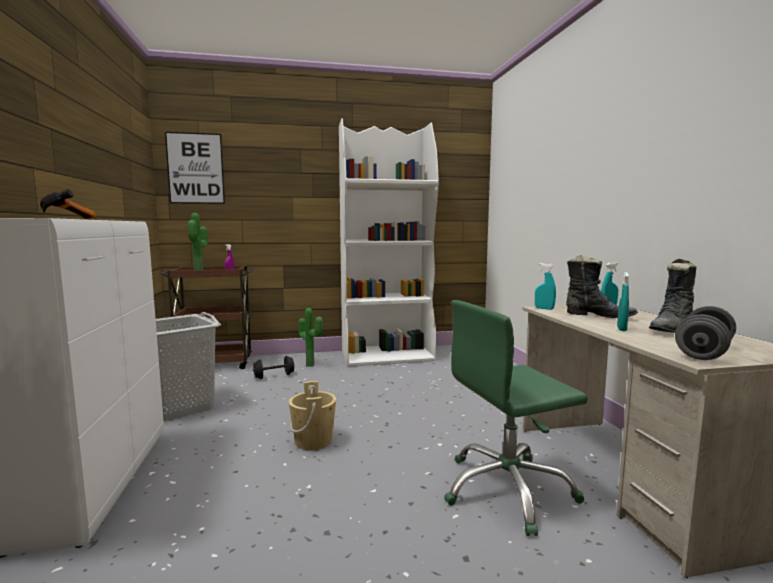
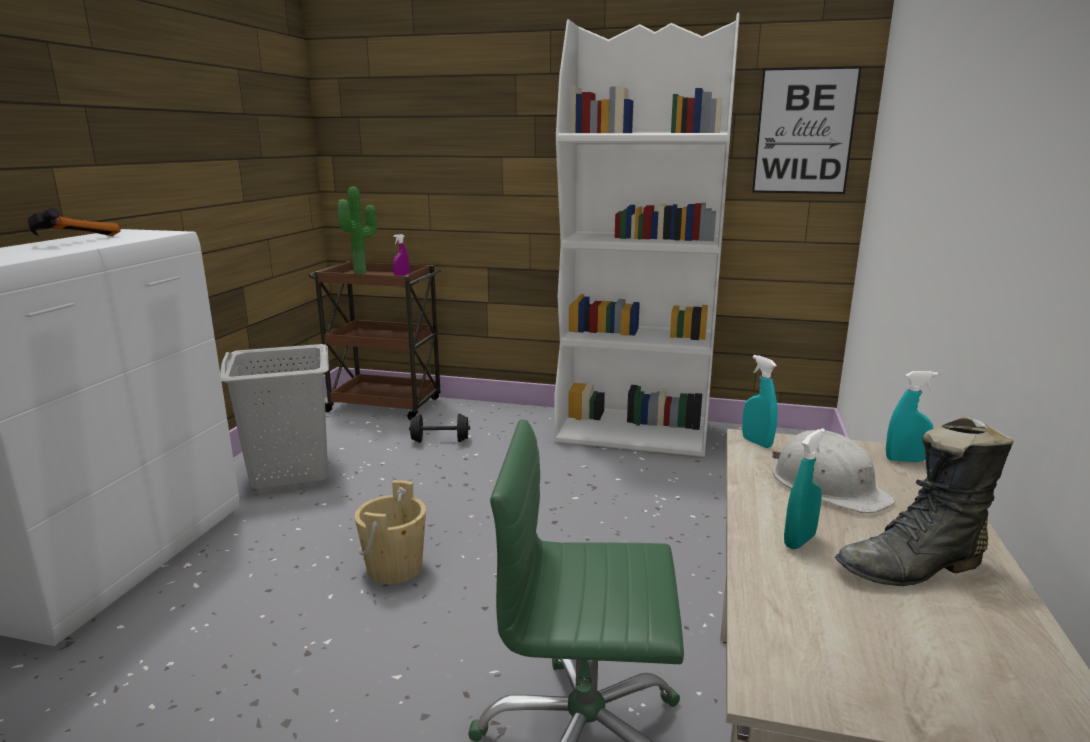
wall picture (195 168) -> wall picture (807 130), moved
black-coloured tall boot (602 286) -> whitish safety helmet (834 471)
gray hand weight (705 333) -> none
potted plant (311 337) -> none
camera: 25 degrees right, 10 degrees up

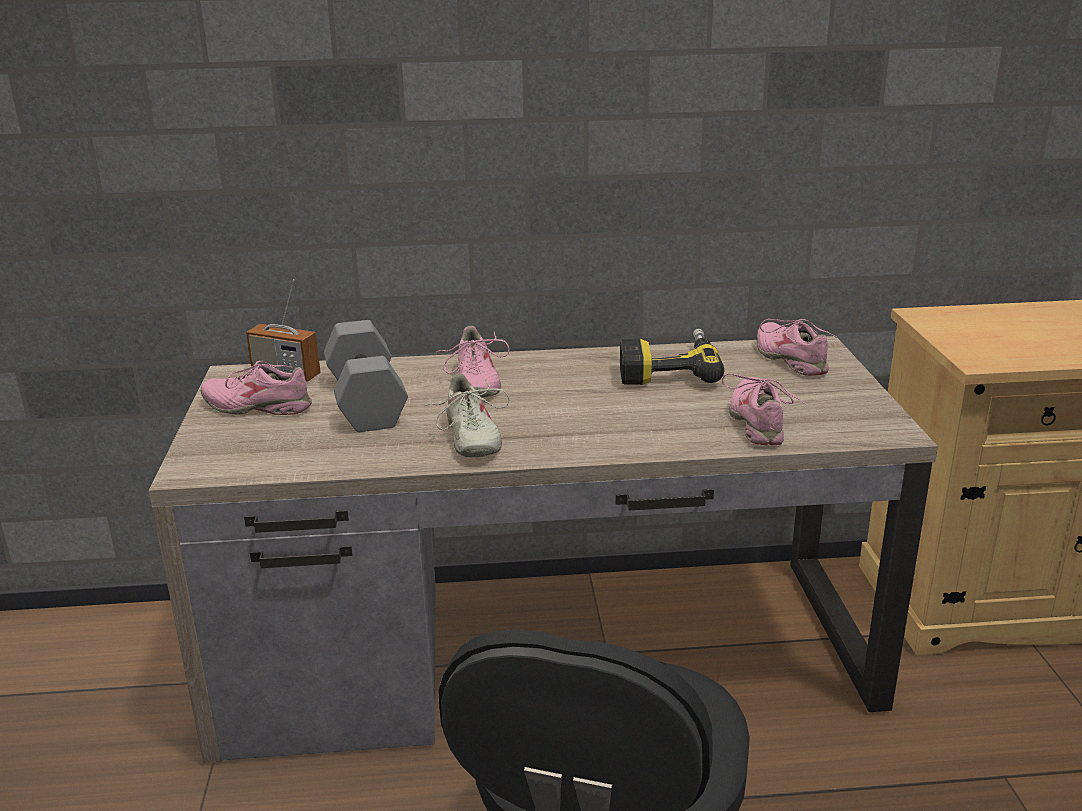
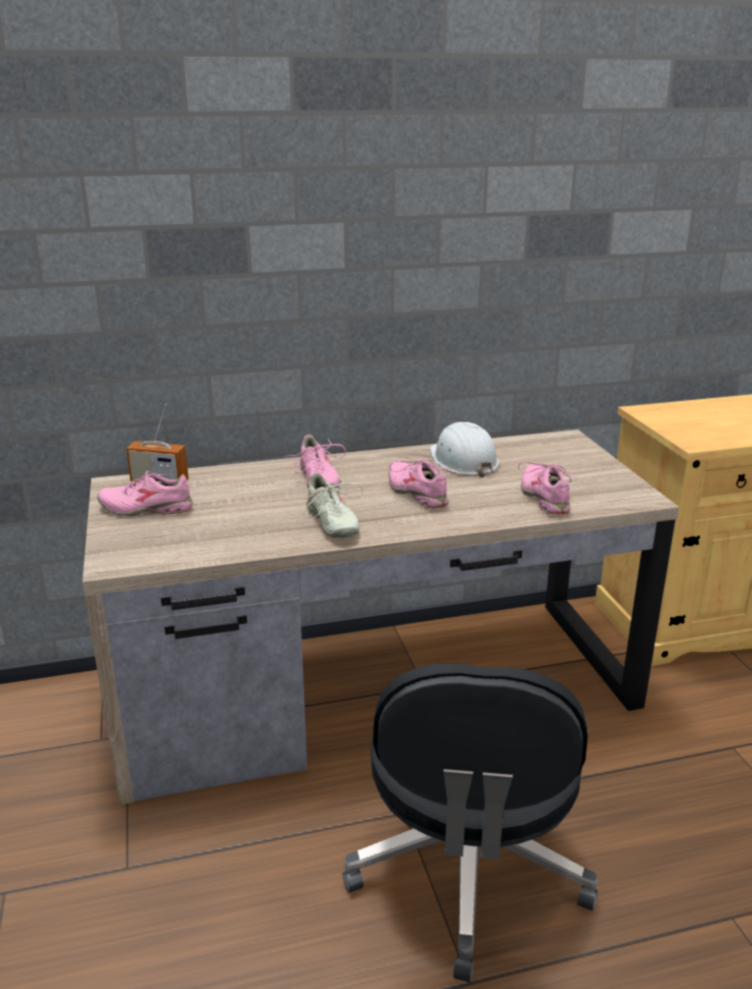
pink-coloured item of footwear (797 347) -> pink-coloured item of footwear (421 483), moved
gray hand weight (366 376) -> none
electric drill (672 356) -> whitish safety helmet (464 449)
camera: 10 degrees left, 0 degrees up

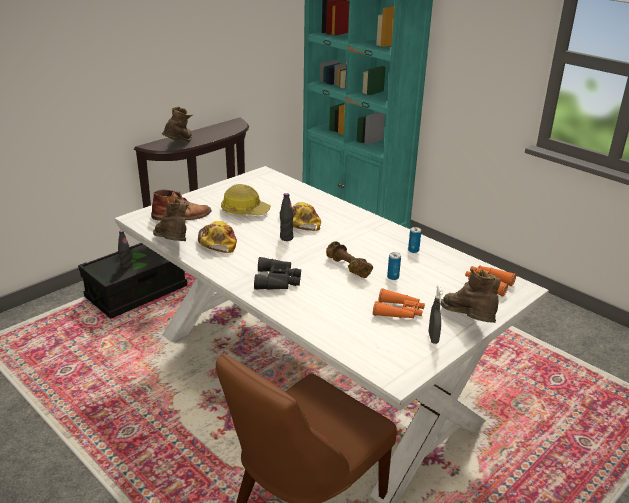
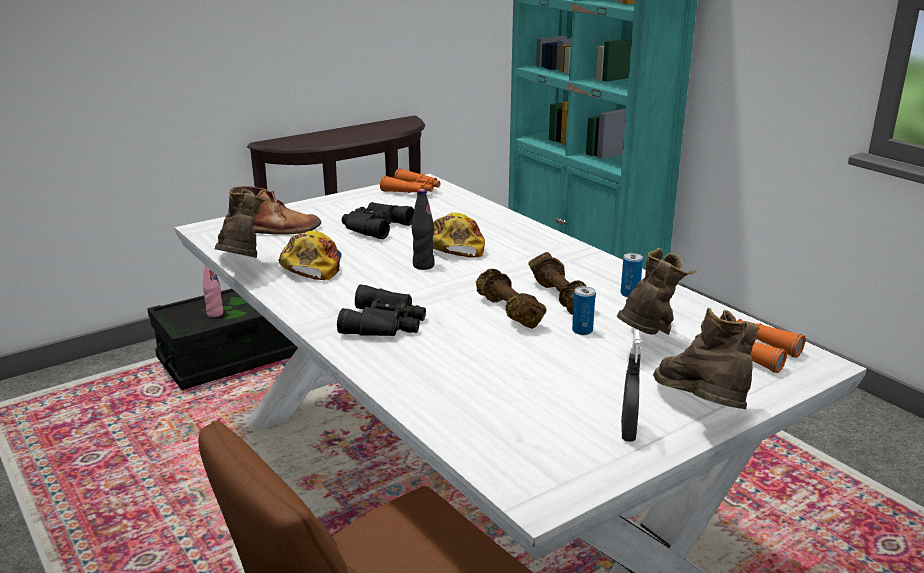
brown tall boot (177 124) -> brown tall boot (656 291), moved
safety helmet (246 199) -> black-coloured pair of binoculars (378 220)
black-coloured beverage bottle (125 249) -> pink-coloured beverage bottle (213 291)
orange pair of binoculars (399 303) -> orange pair of binoculars (410 181), moved
none -> brown hand weight (562 283)
camera: 10 degrees right, 5 degrees down

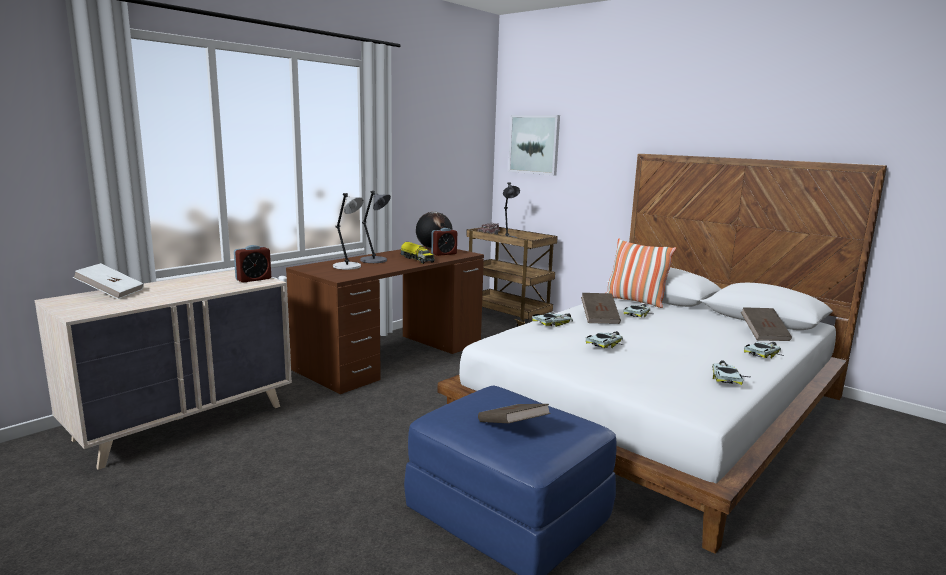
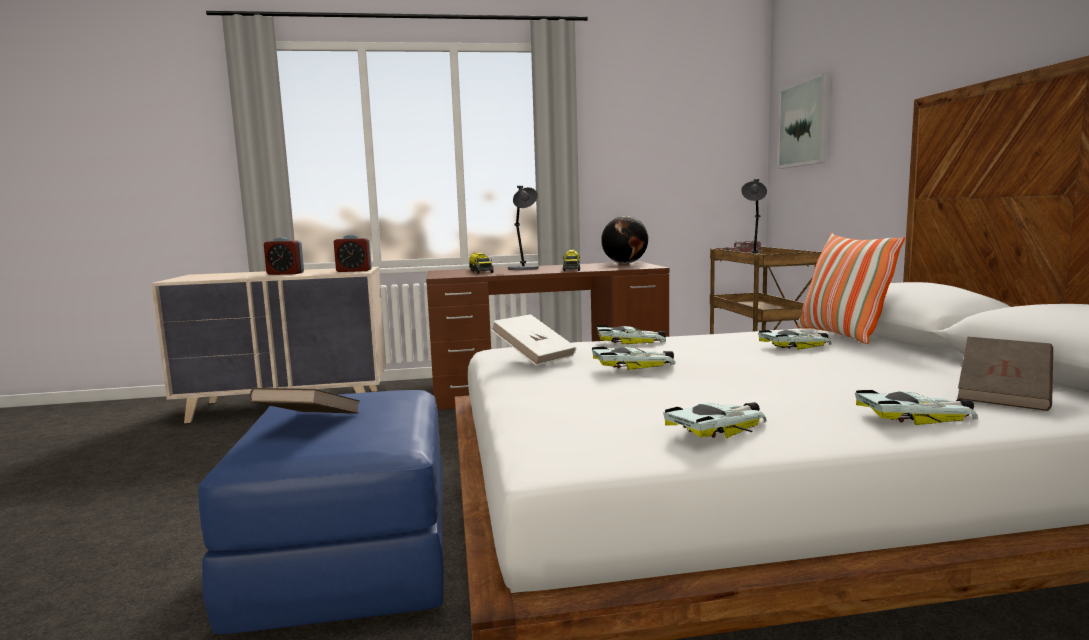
gray table lamp (348 231) -> toy lorry (481 263)
alarm clock (444 242) -> alarm clock (284 256), moved
whitish bound book (108 281) -> whitish bound book (533 339), moved
brown bound book (601 308) -> none
camera: 40 degrees right, 5 degrees down

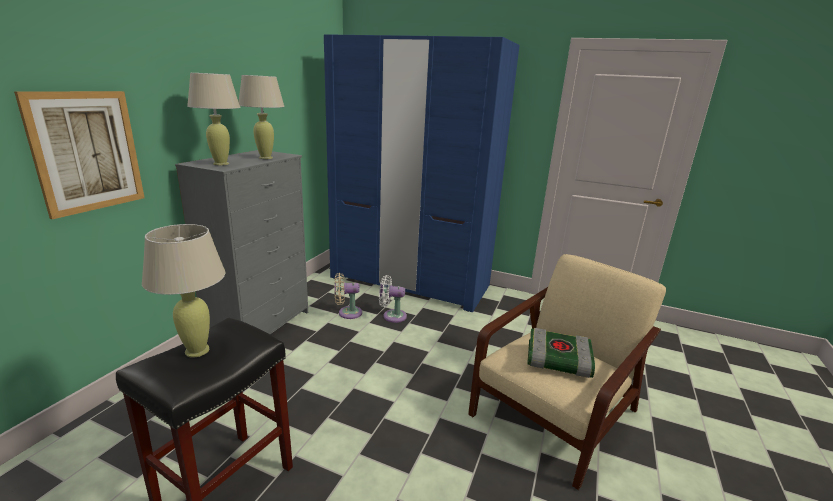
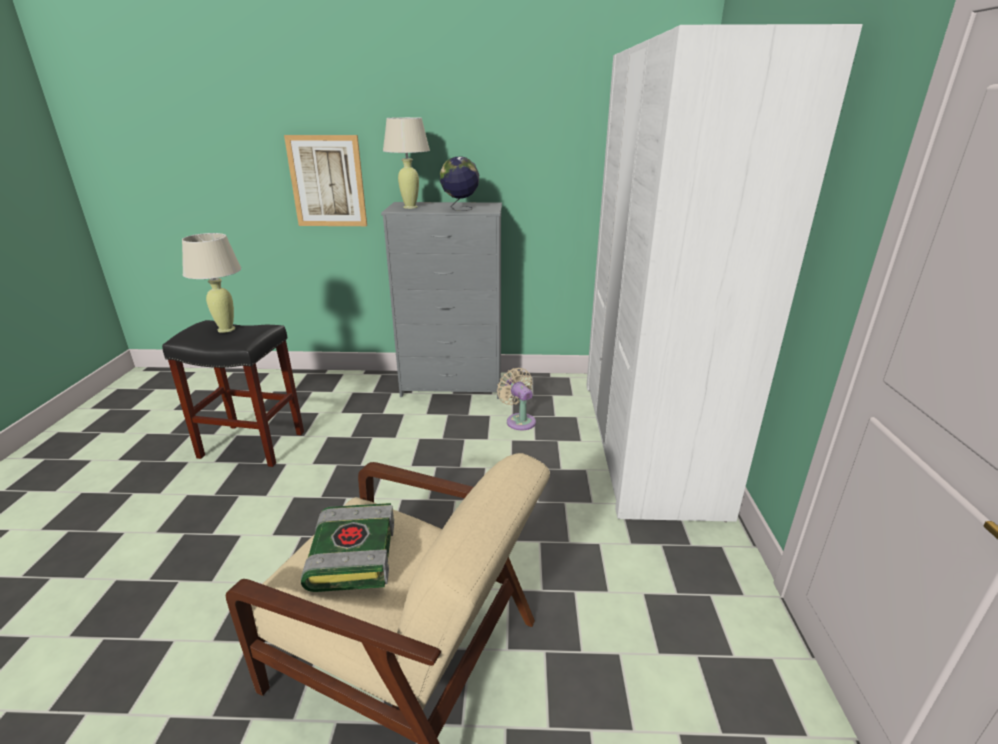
blue-coloured wardrobe (422 173) -> whitish wardrobe (724 273)
sand-coloured table lamp (262 117) -> globe (459 184)
whitish electric fan (393 299) -> none
camera: 70 degrees right, 5 degrees up

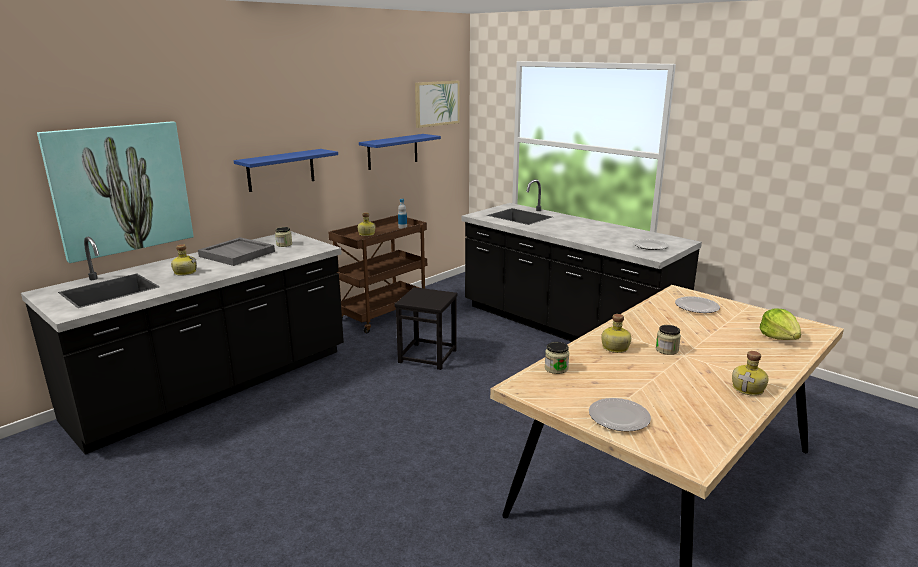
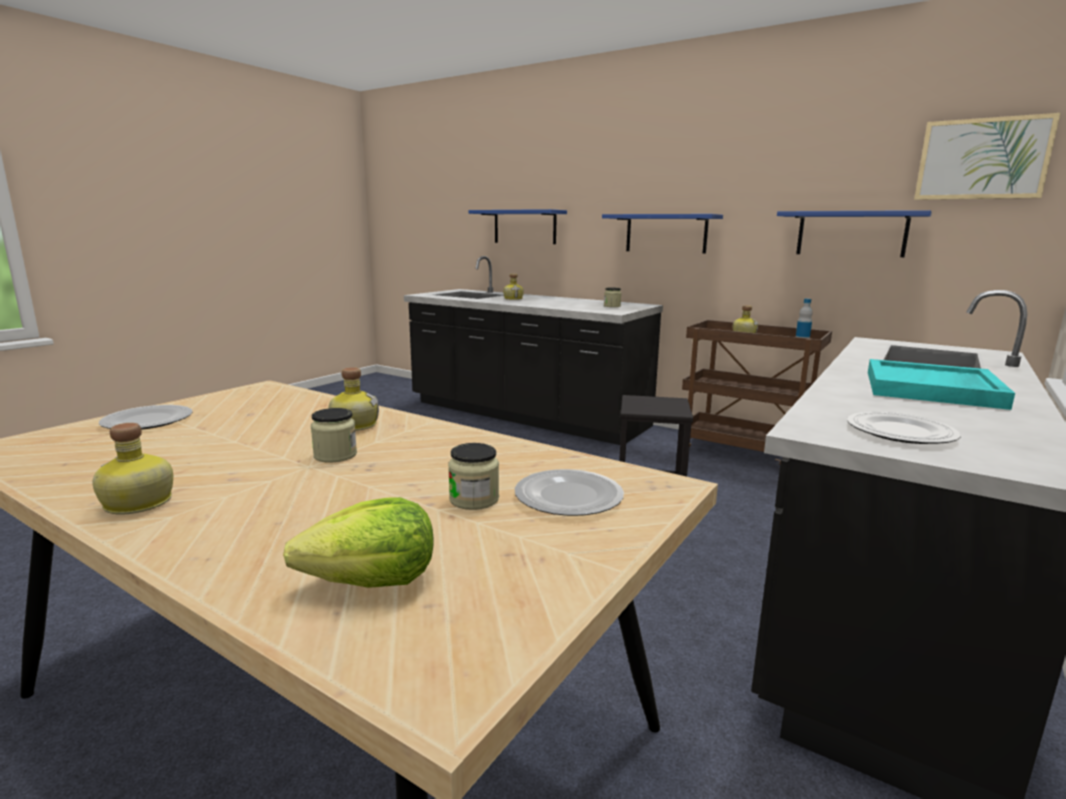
wall picture (115 192) -> blue-coloured wall shelf (518 226)
gray carrying tray (236 251) -> none
preserve jar (557 358) -> preserve jar (473 476), moved
none -> turquoise carrying tray (941 384)
camera: 80 degrees right, 5 degrees down

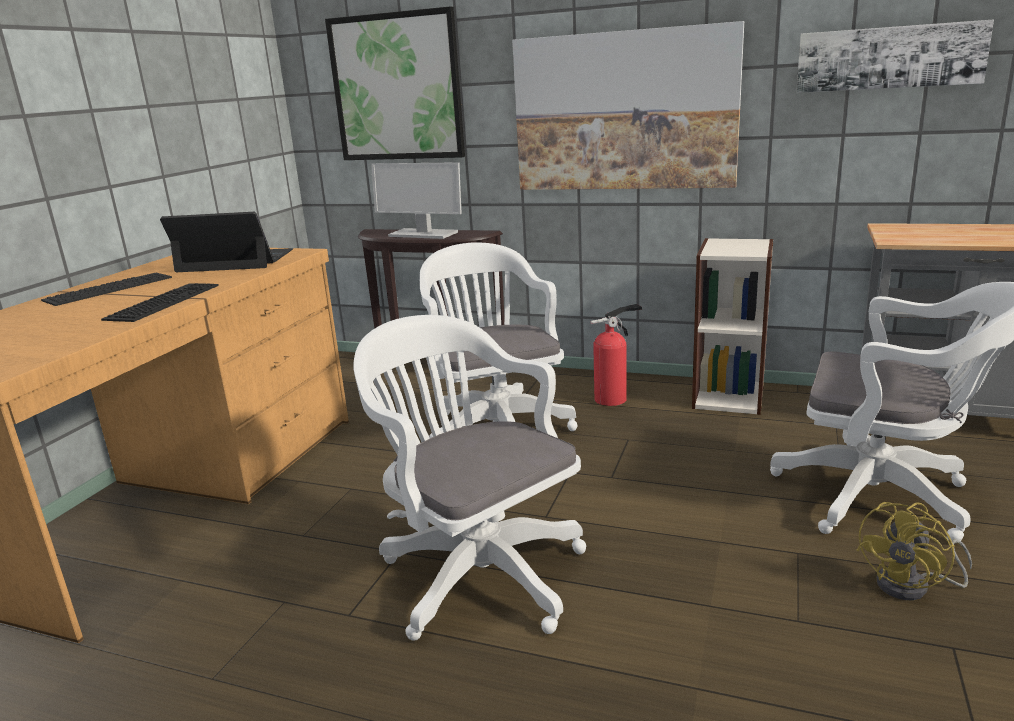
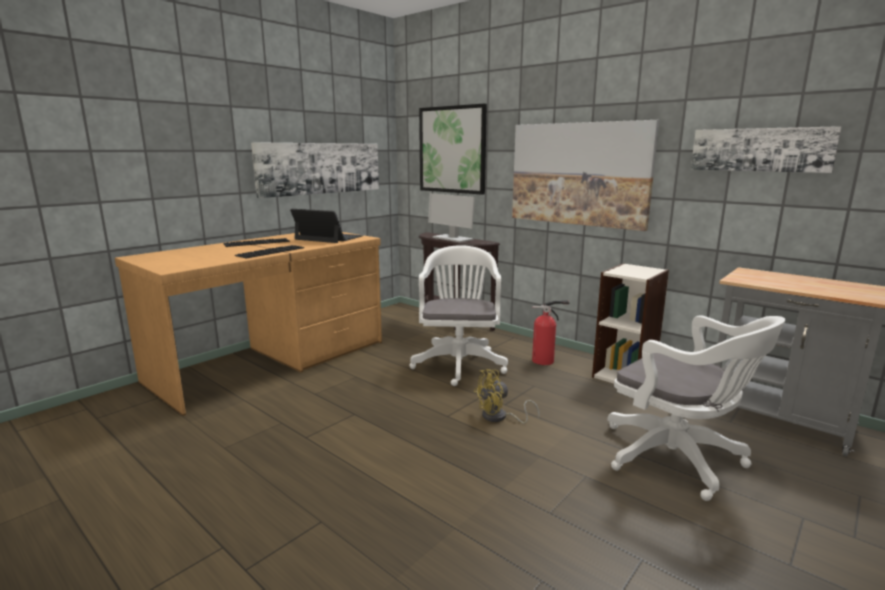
whitish computer chair (470 478) -> none
yellowish electric fan (914 551) -> yellowish electric fan (506 396), moved
none -> wall picture (315 170)
camera: 20 degrees right, 5 degrees down

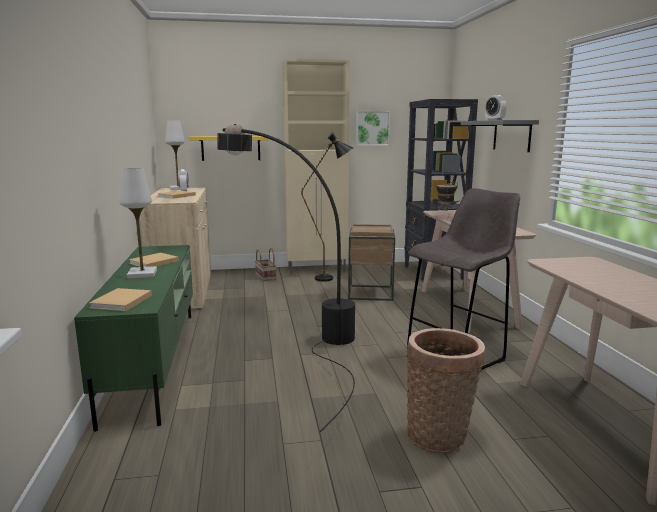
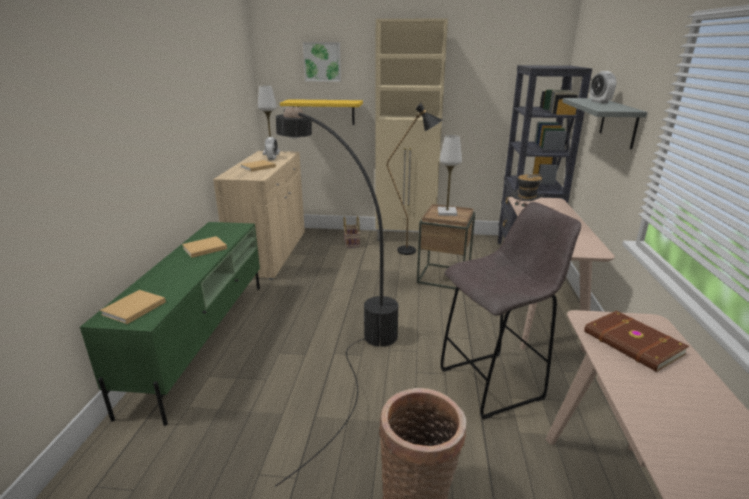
wall picture (373 128) -> wall picture (322 62), moved
whitish table lamp (138 223) -> whitish table lamp (450 175), moved
none -> brown bound book (636 341)
camera: 15 degrees right, 10 degrees up

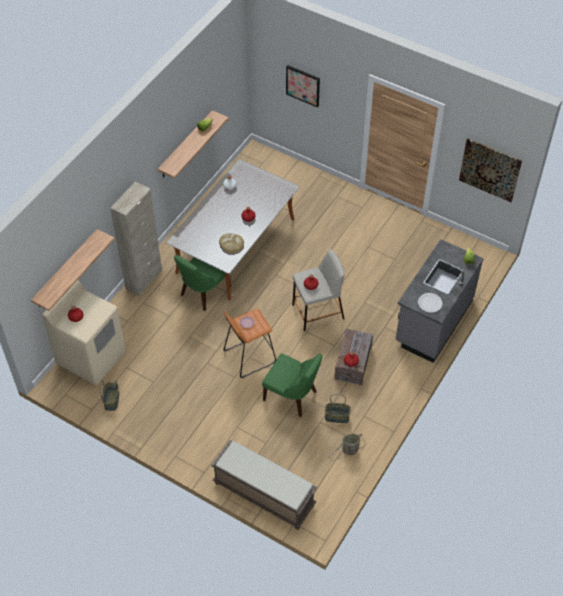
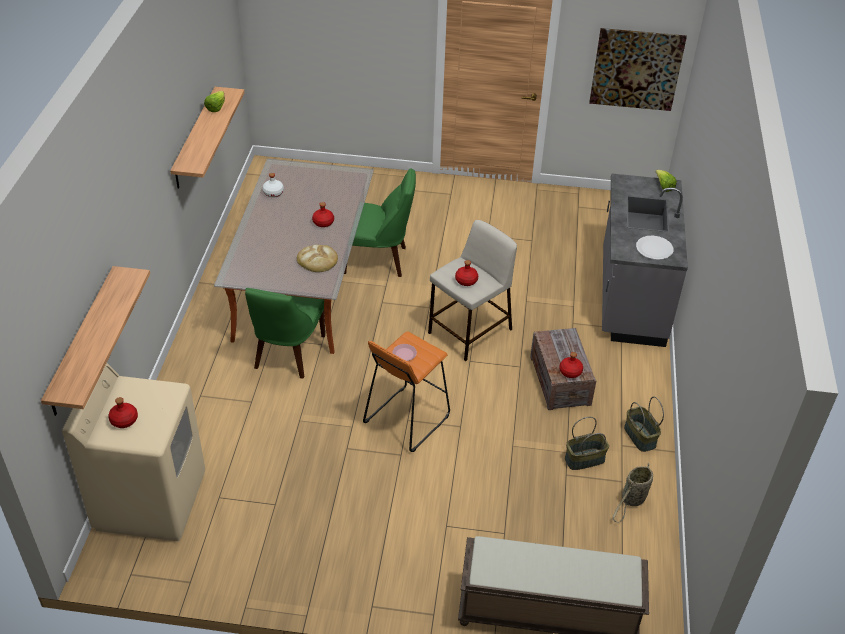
wall picture (303 86) -> none
sand-coloured storage cabinet (136 238) -> none
greenish chair (292 385) -> greenish chair (380 222), moved
storage basket (109 395) -> storage basket (644 424), moved
camera: 25 degrees left, 10 degrees down

